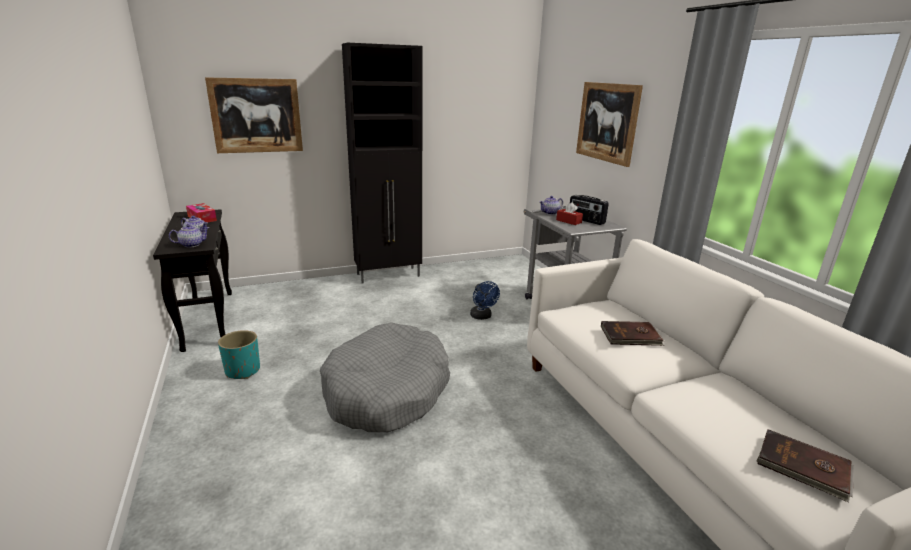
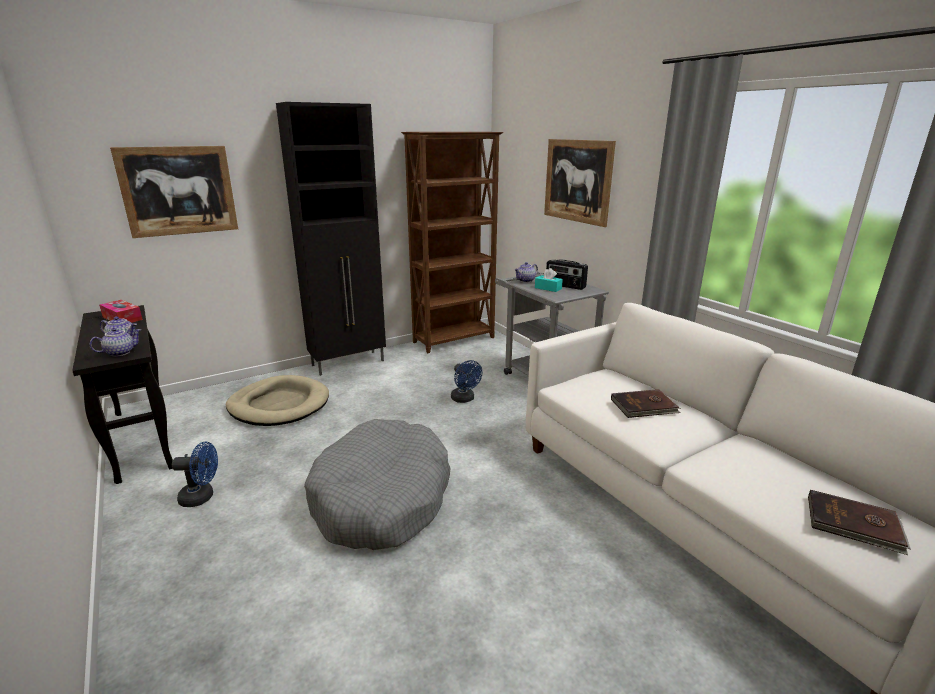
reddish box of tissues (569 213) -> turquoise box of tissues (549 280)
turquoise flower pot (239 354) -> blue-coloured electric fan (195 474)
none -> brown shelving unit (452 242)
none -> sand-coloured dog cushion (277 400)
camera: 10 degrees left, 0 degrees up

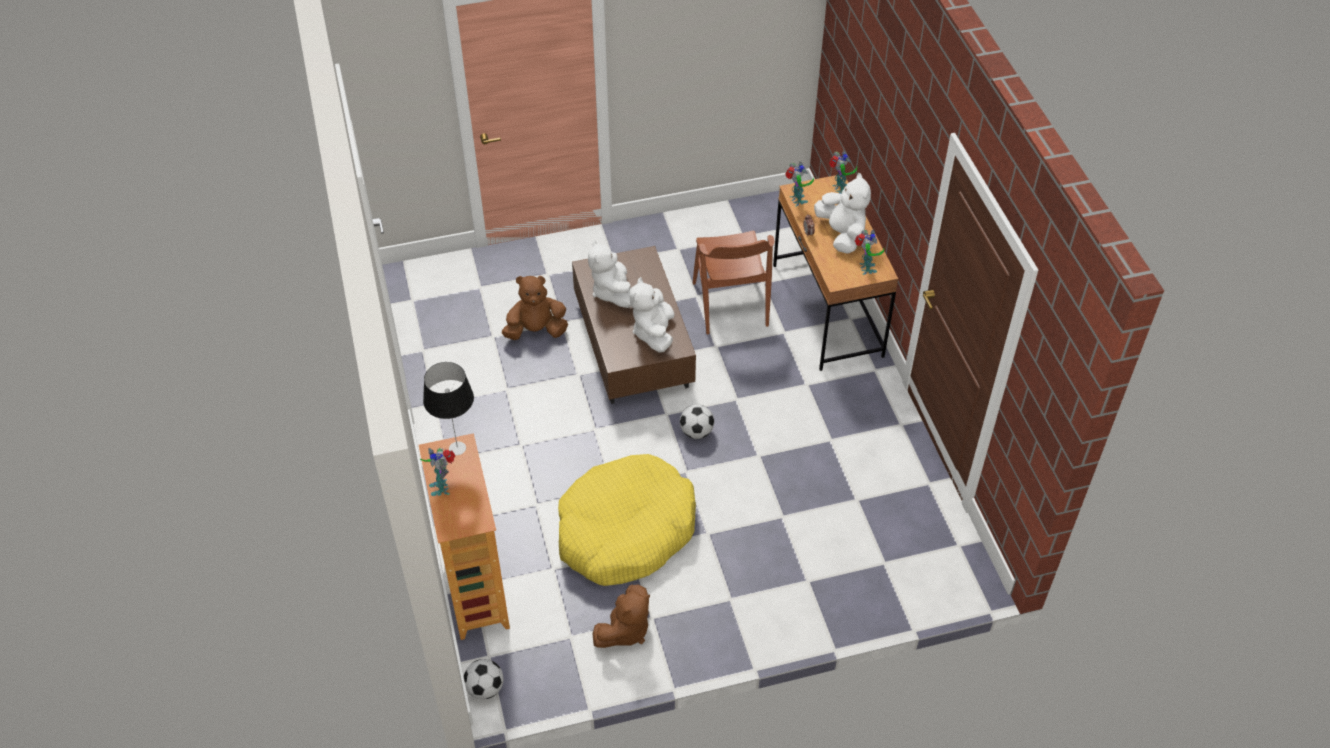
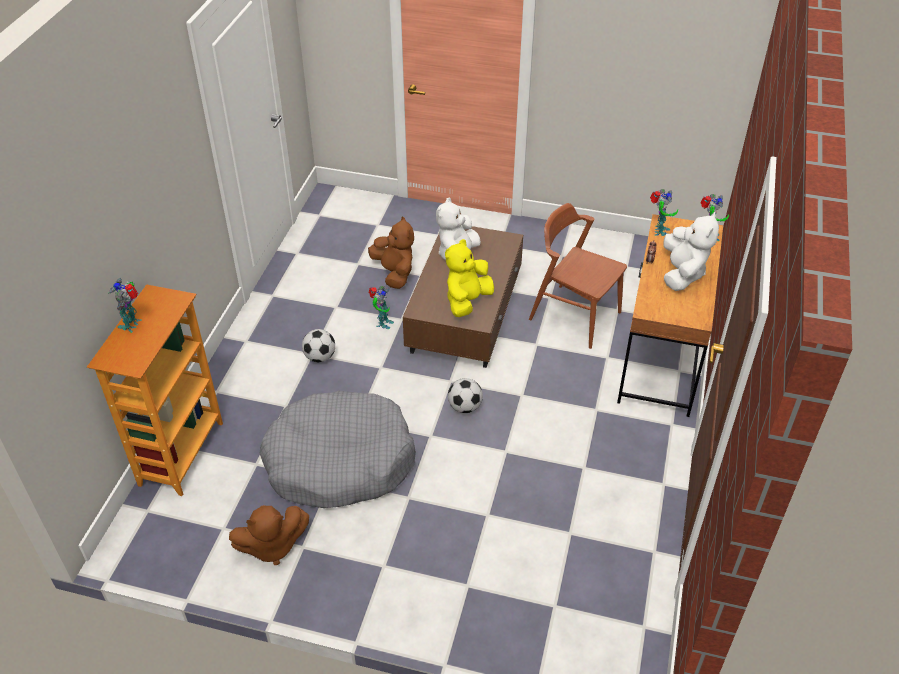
model robot (869 252) -> model robot (381 307), moved
brown chair (734 283) -> brown chair (578 276), 105 degrees clockwise
brown soft toy (535 308) -> brown soft toy (391 252), 45 degrees clockwise
whitish soft toy (652 315) -> yellowish soft toy (469 278)
table lamp (448 408) -> none
yellowish dog cushion (627 520) -> gray dog cushion (338 449)
ball for football (483 679) -> ball for football (318 345), moved
camera: 30 degrees right, 5 degrees down

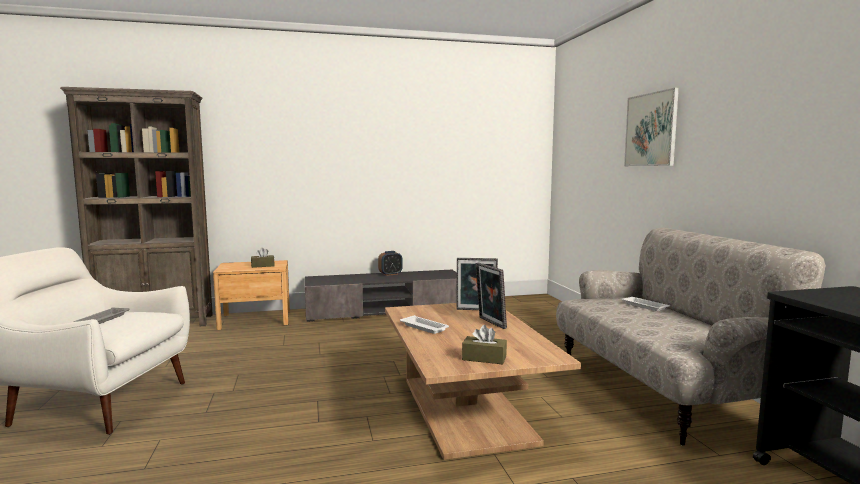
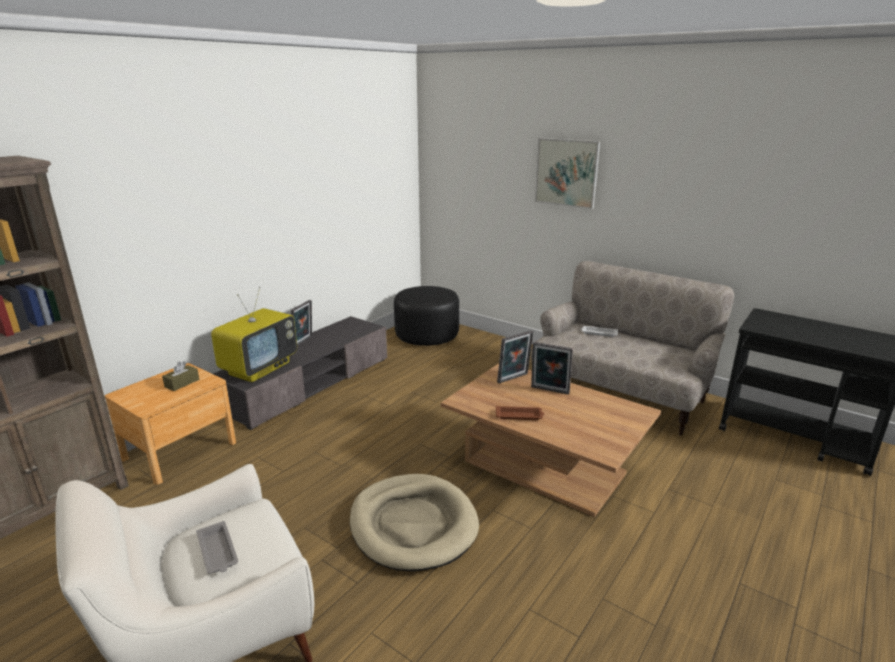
alarm clock (390 263) -> standing frame (301 323)
whitish carrying tray (424 324) -> brown carrying tray (520 413)
brown box of tissues (484 344) -> none
none -> black-coloured ottoman (426 316)
none -> TV set (254 334)
none -> sand-coloured dog cushion (414 523)
camera: 40 degrees left, 15 degrees up

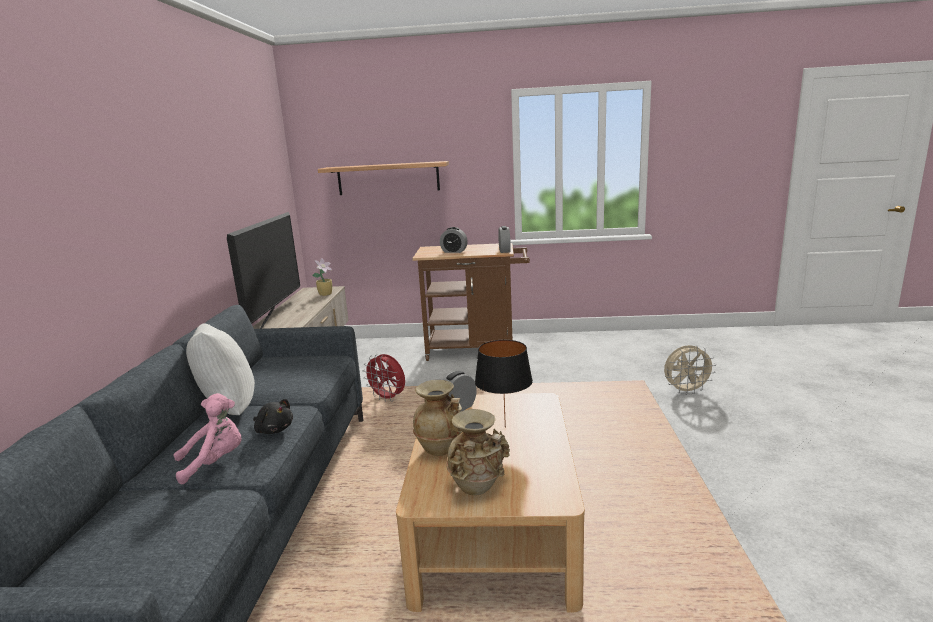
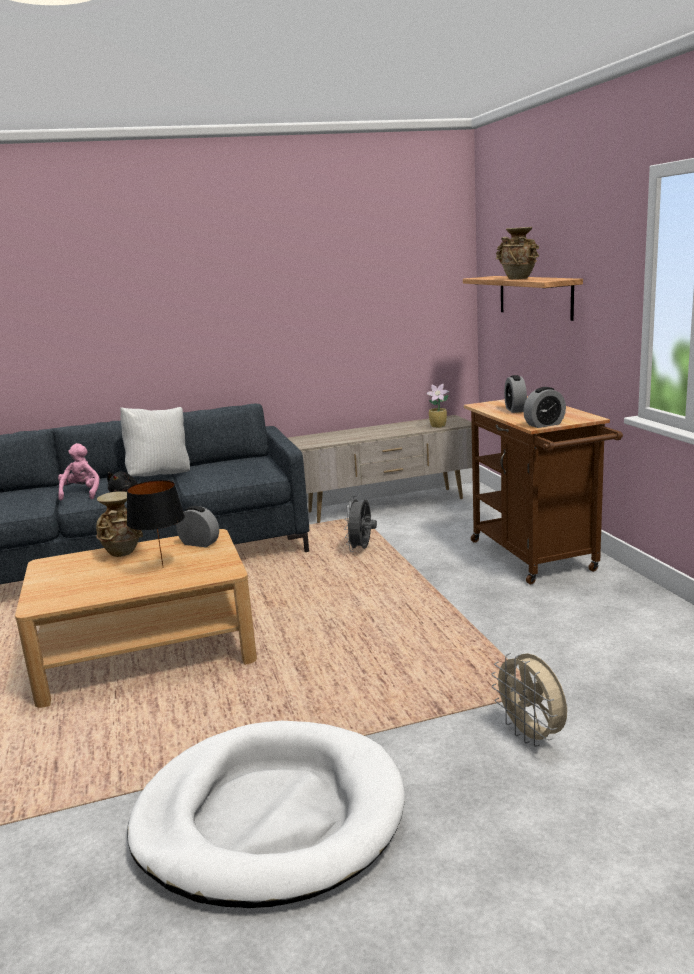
TV set (263 270) -> none
reddish electric fan (384 378) -> gray electric fan (360 524)
pink-coloured soft toy (207 438) -> pink-coloured soft toy (78 471), 135 degrees counterclockwise
sand-coloured vase (478 452) -> sand-coloured vase (517 253), moved
none -> whitish dog cushion (266 814)
camera: 70 degrees right, 0 degrees up

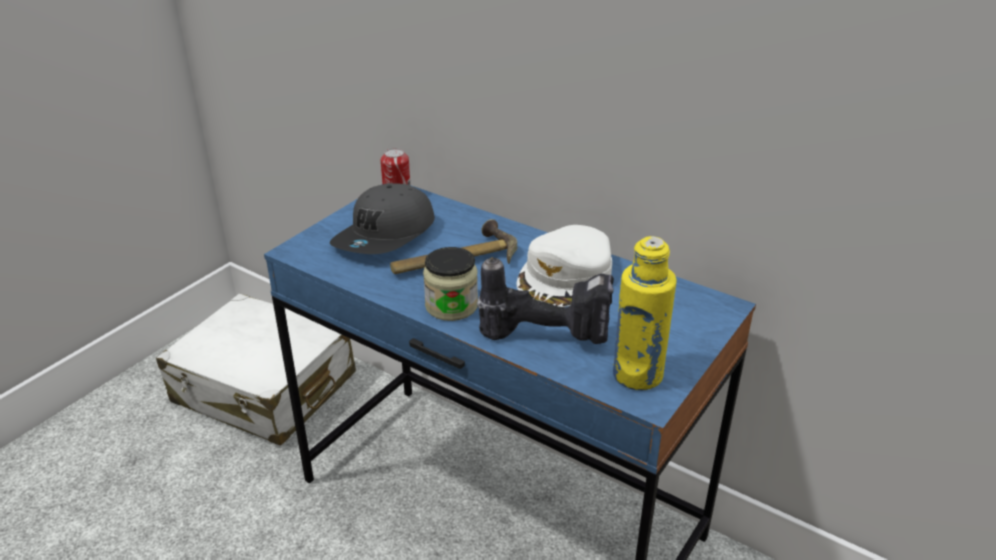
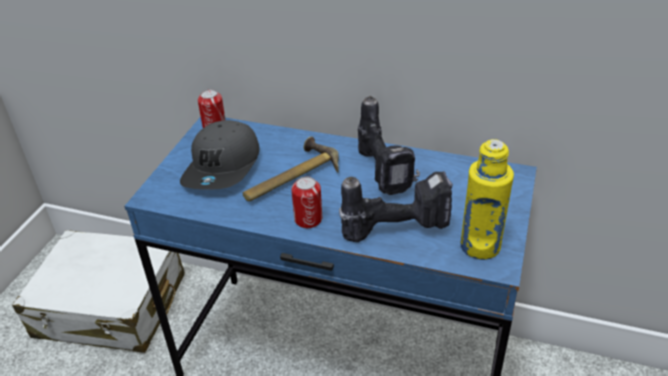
whitish cap (564 266) -> electric drill (389 145)
preserve jar (450 284) -> metal can (306 202)
camera: 15 degrees left, 5 degrees up

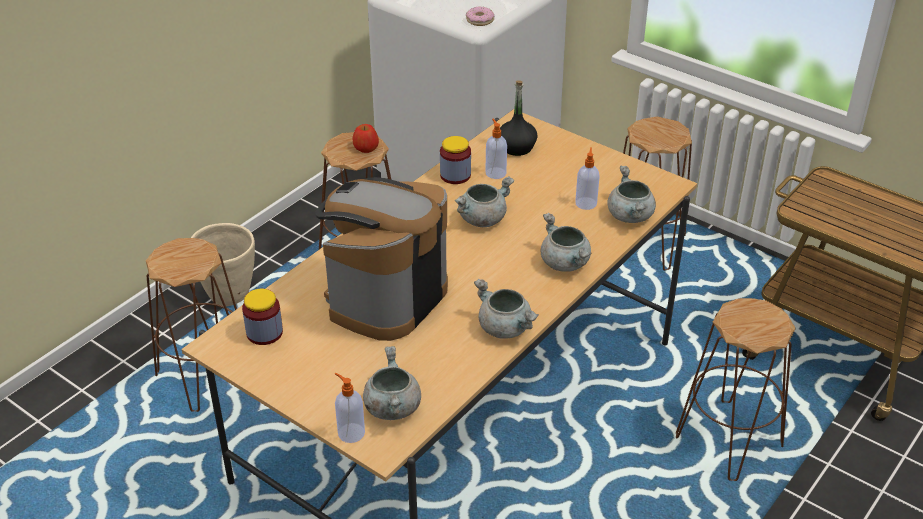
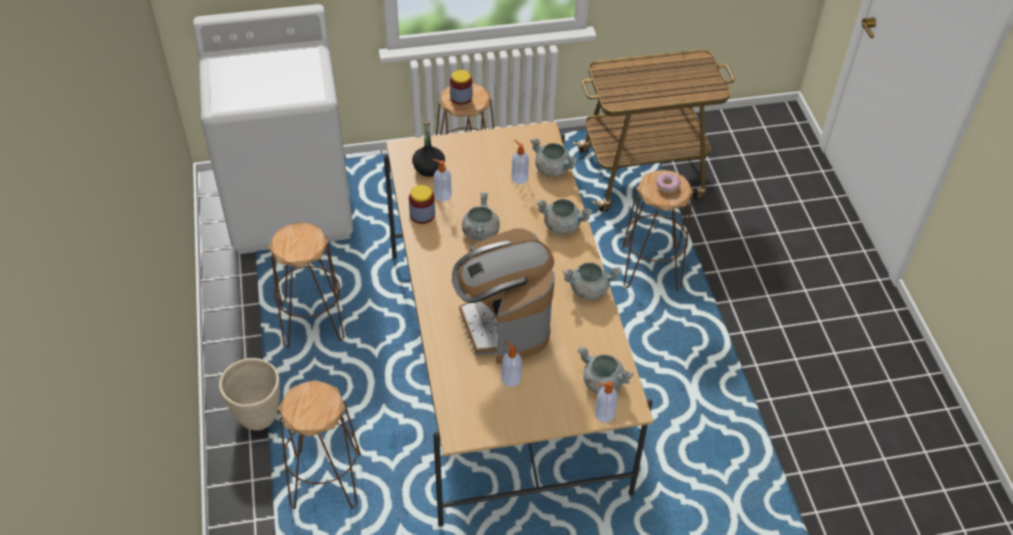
donut (480 16) -> donut (668 183), moved
apple fruit (365 138) -> none
preserve jar (262 317) -> preserve jar (461 87), moved
none -> soap dispenser (512 363)
camera: 50 degrees left, 10 degrees up

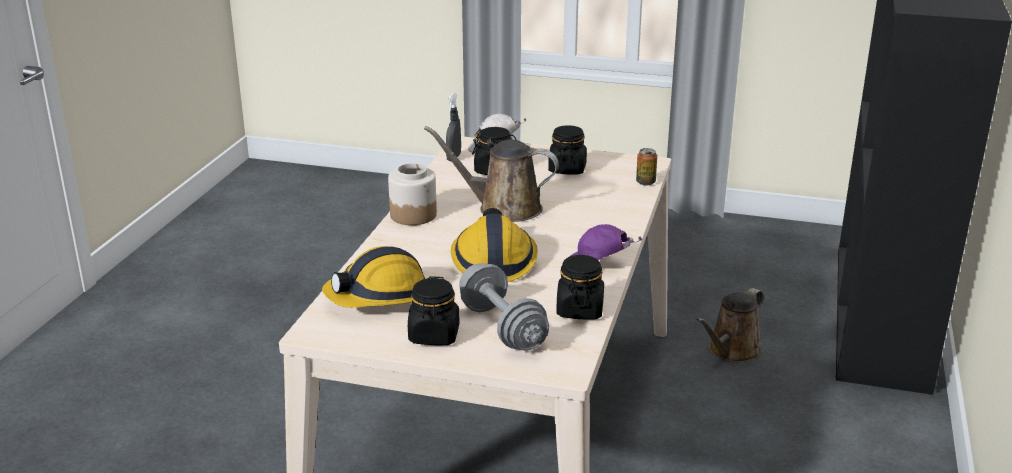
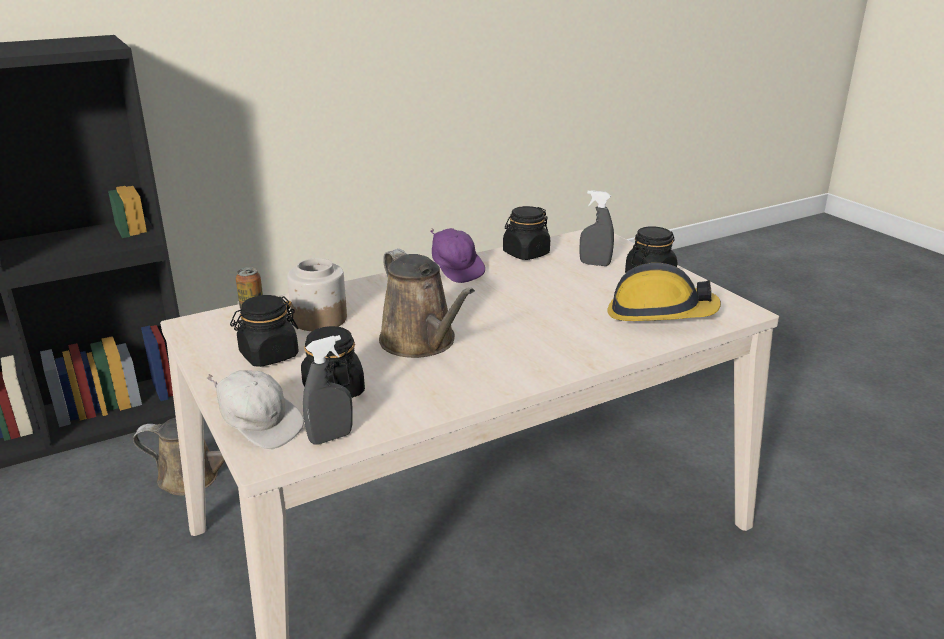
preserve jar (412 194) -> preserve jar (317 294), moved
safety helmet (494 245) -> none
gray hand weight (504 307) -> gray hand sprayer (596 228)
camera: 135 degrees left, 0 degrees up

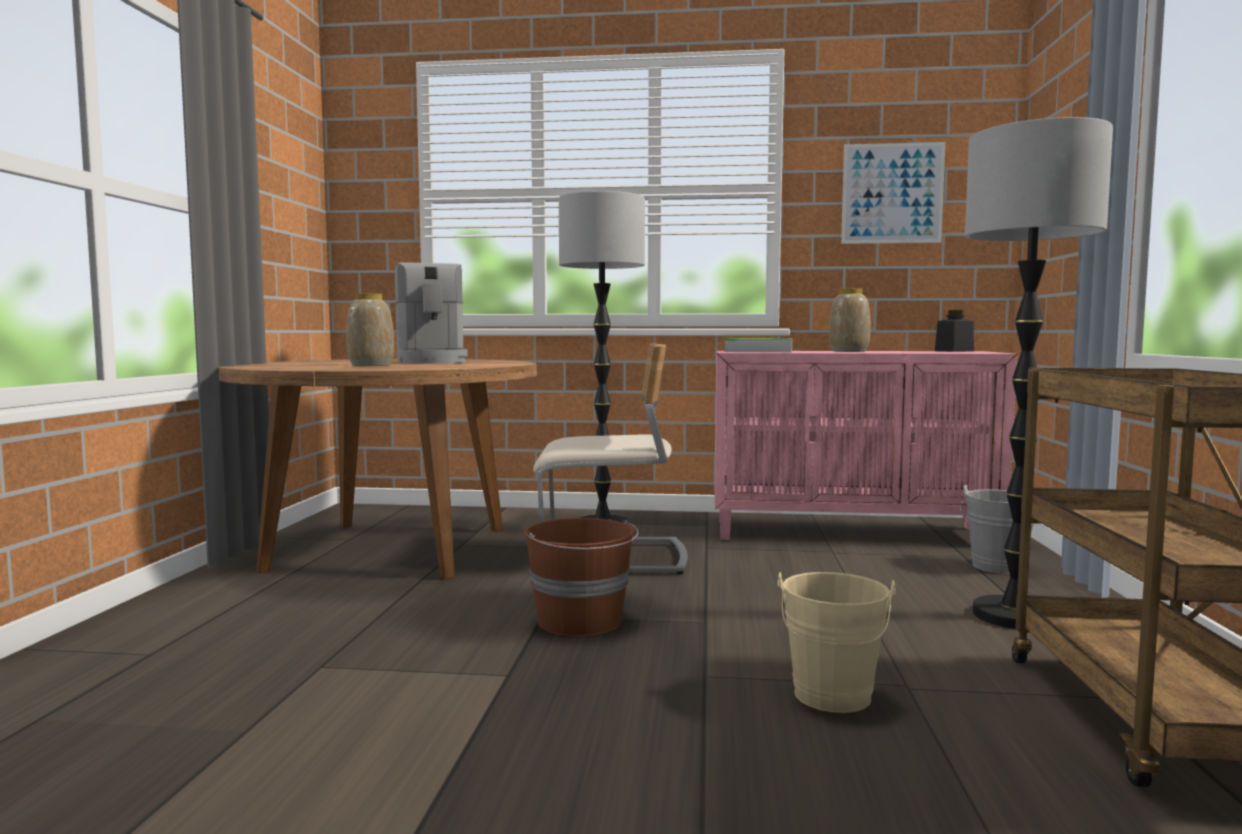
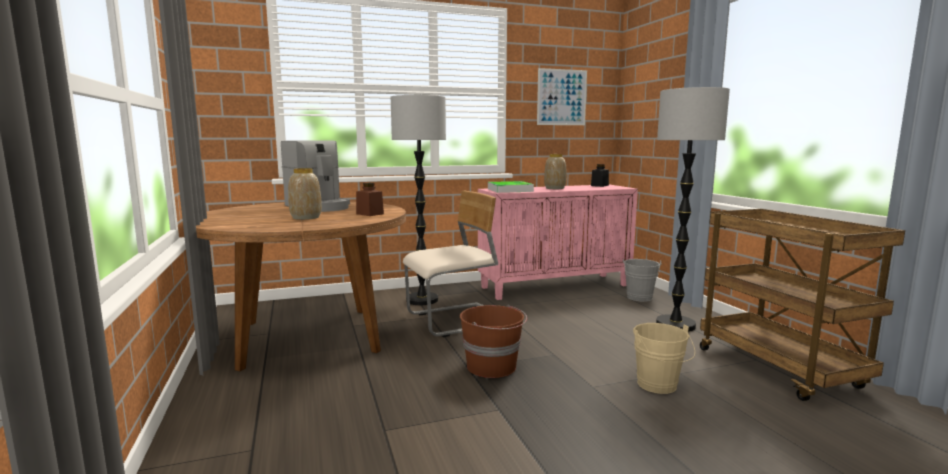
none -> brown preserve jar (370 199)
camera: 25 degrees left, 5 degrees up

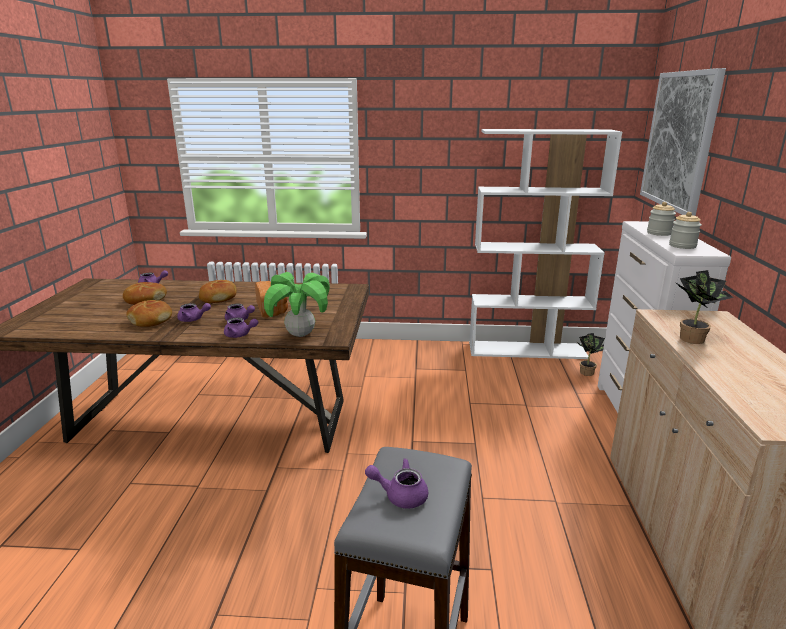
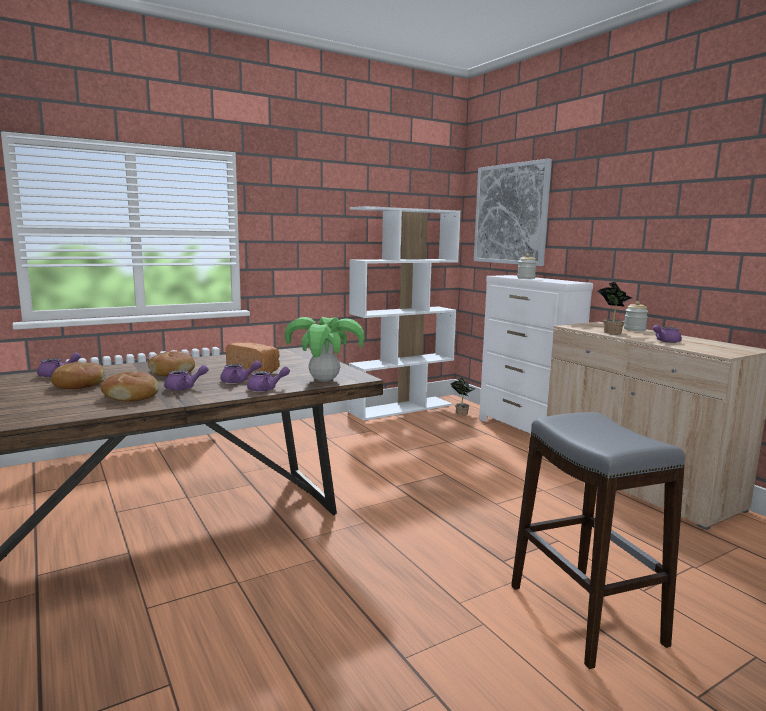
preserve jar (685 230) -> preserve jar (636 316), moved
purple tea pot (396 483) -> purple tea pot (667 334), moved
camera: 35 degrees left, 10 degrees down

